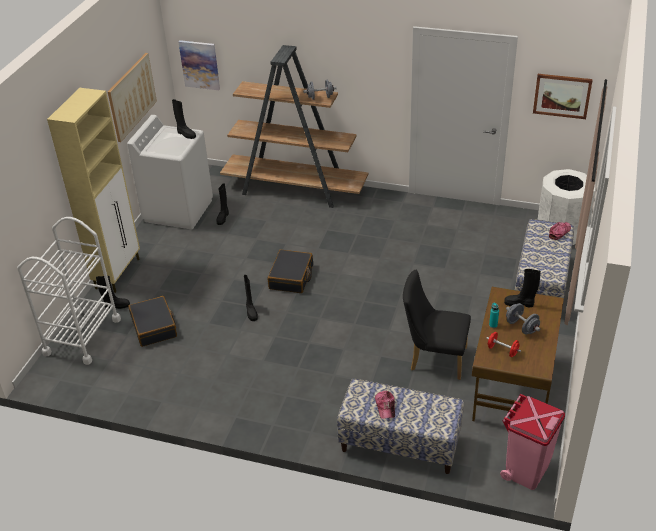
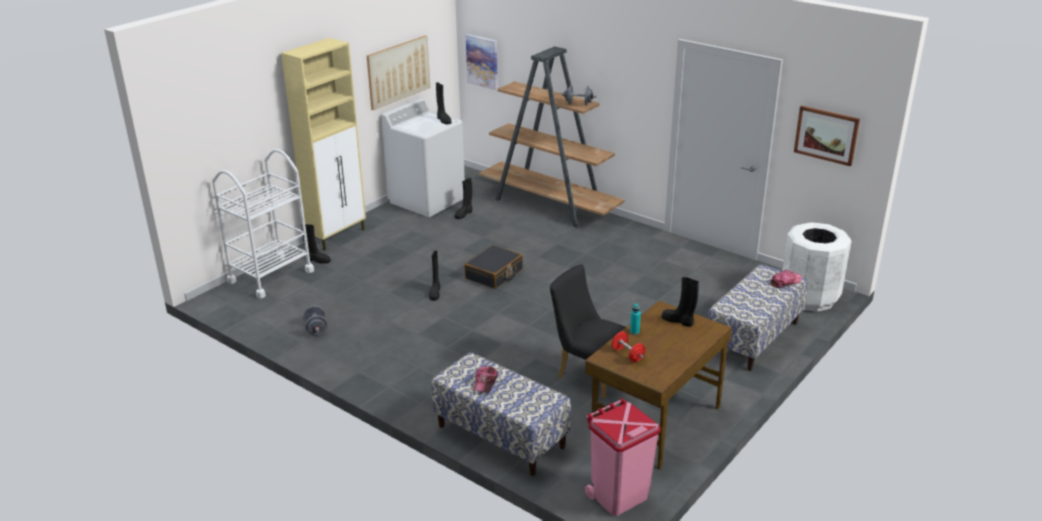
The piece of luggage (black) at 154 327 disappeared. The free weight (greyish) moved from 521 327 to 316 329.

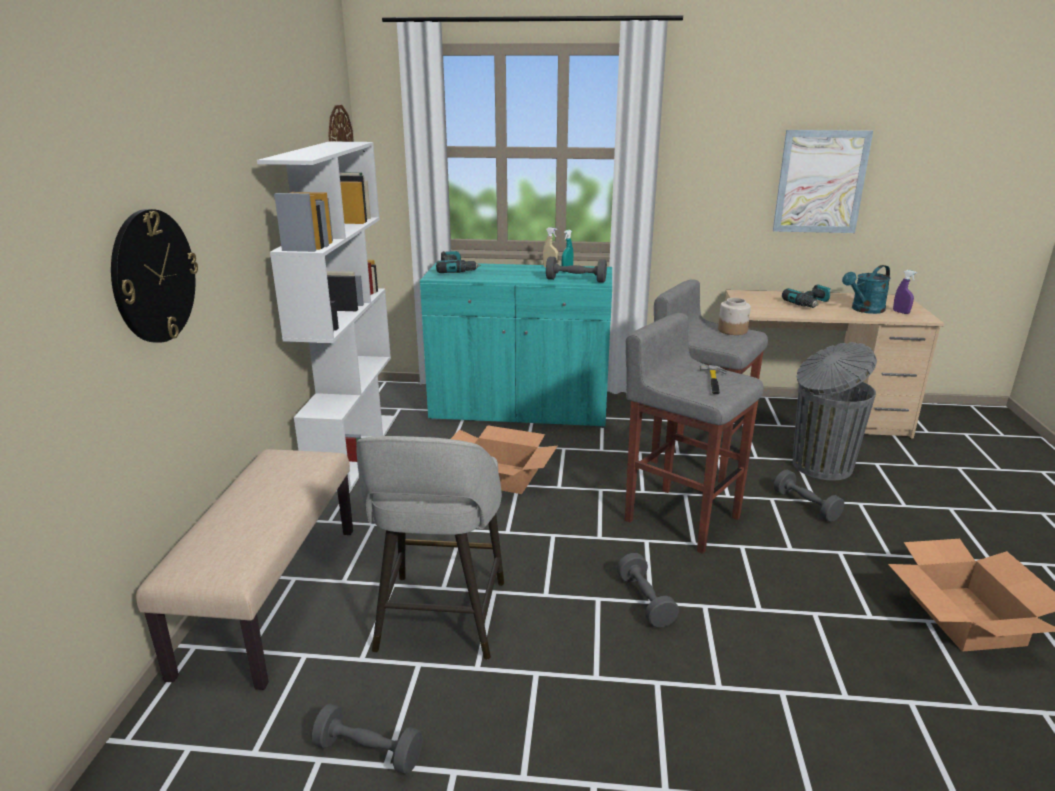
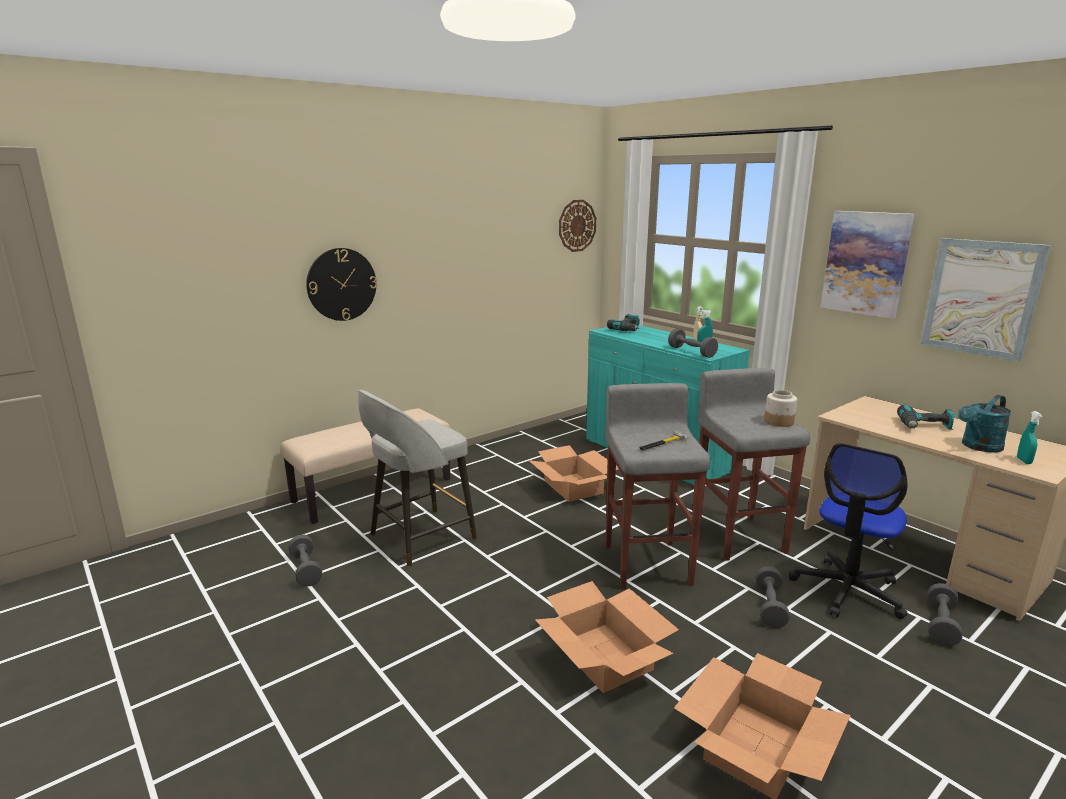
The bookcase (white-coloured) at 353 450 disappeared. The watering pot (turquoise-coloured) at 864 310 turned 45 degrees counterclockwise. The hand sprayer (purple-coloured) at 901 312 became the hand sprayer (turquoise-coloured) at 1024 461. The trash can (greyish) at 820 466 was replaced by the office chair at 847 590. The free weight (greyish) moved from 645 601 to 941 624. The picture at 865 263 appeared. The cardboard box at 604 656 appeared.

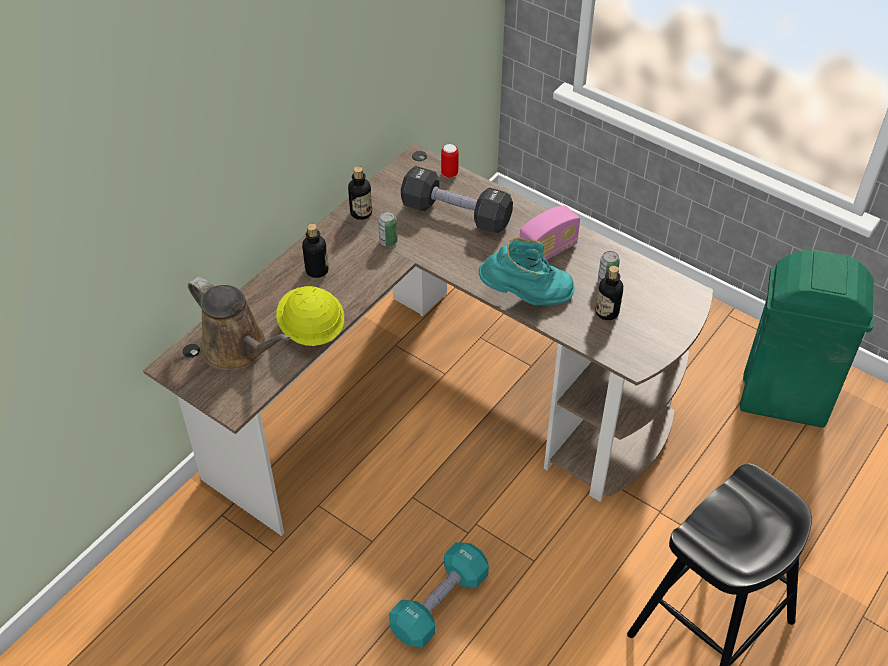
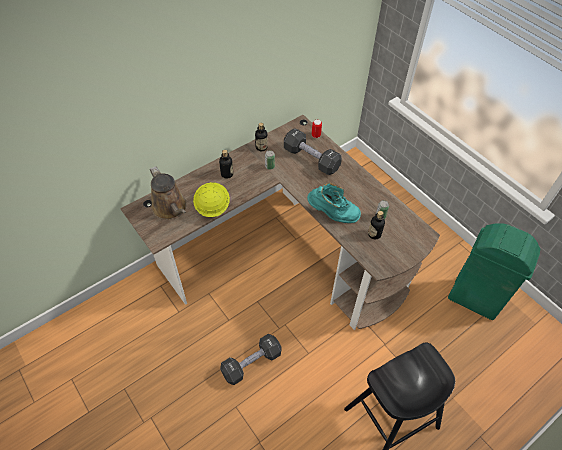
The radio receiver at 547 251 disappeared. The free weight (turquoise-coloured) at 439 603 became the free weight (black) at 251 363.

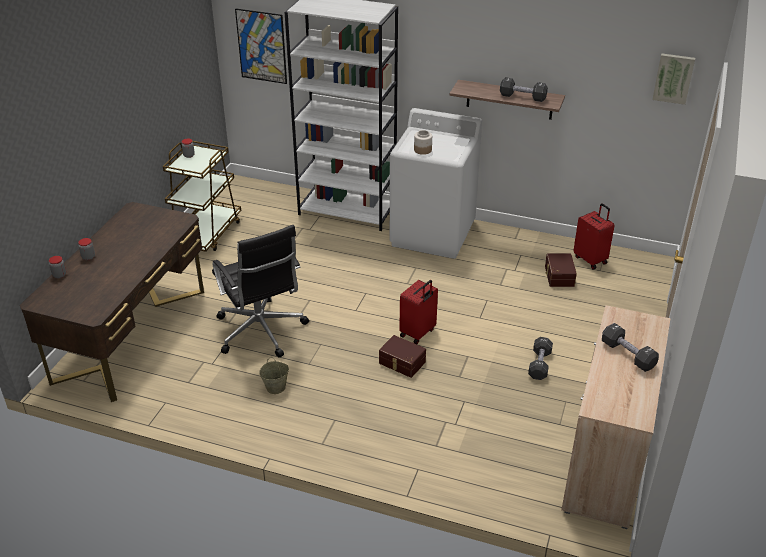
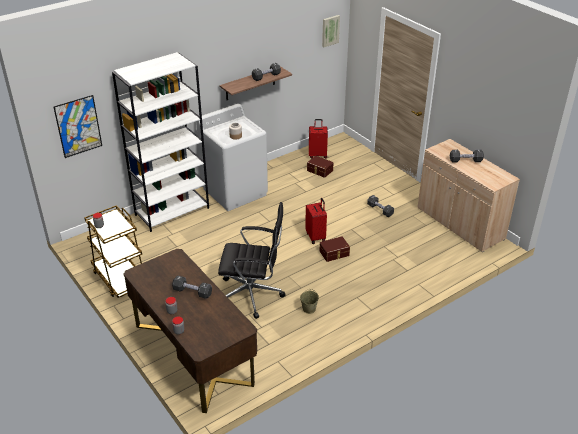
The free weight (black) at 192 292 appeared.

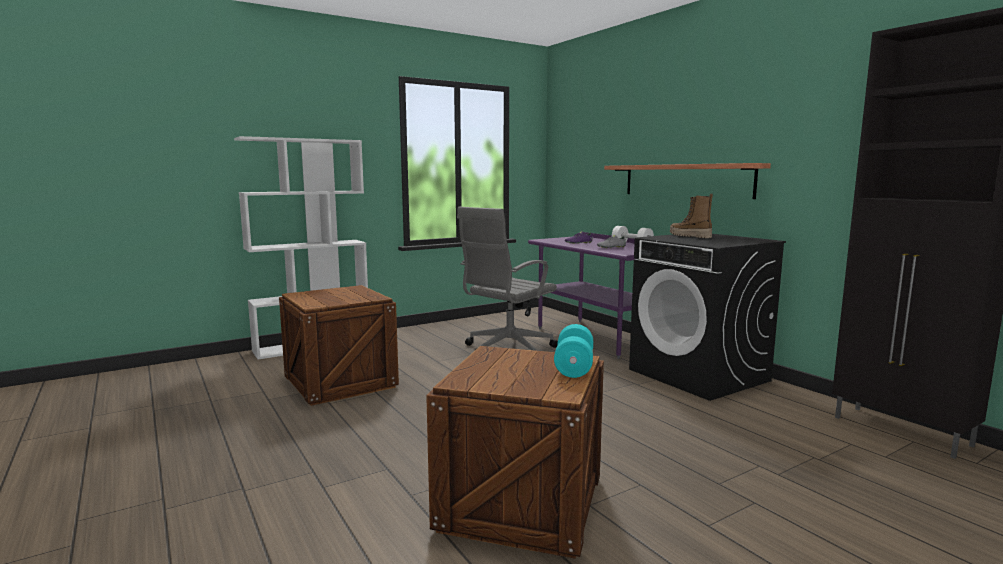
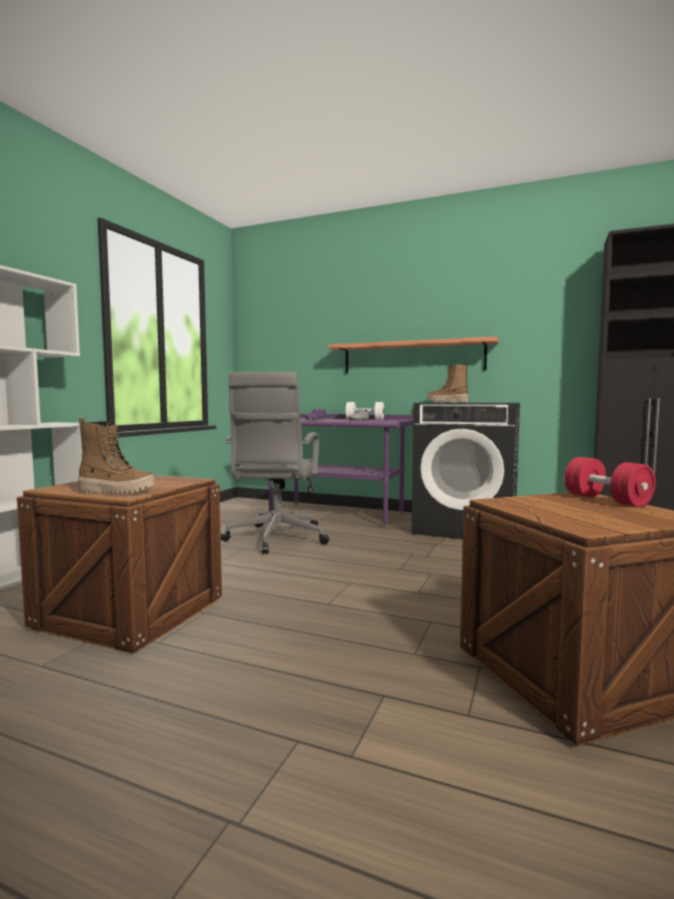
The free weight (turquoise-coloured) at 574 367 became the free weight (red) at 606 500. The high-top boot at 117 491 appeared.

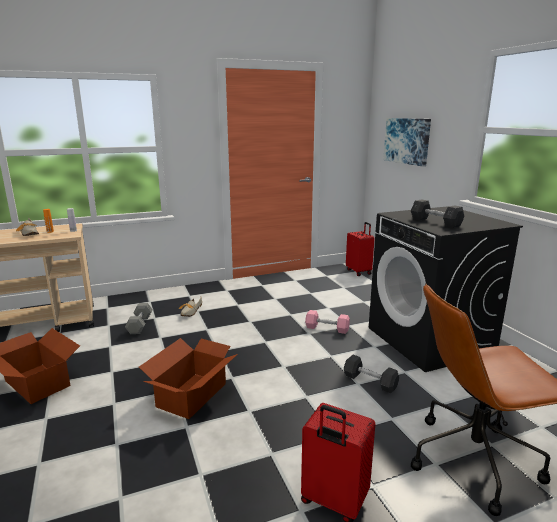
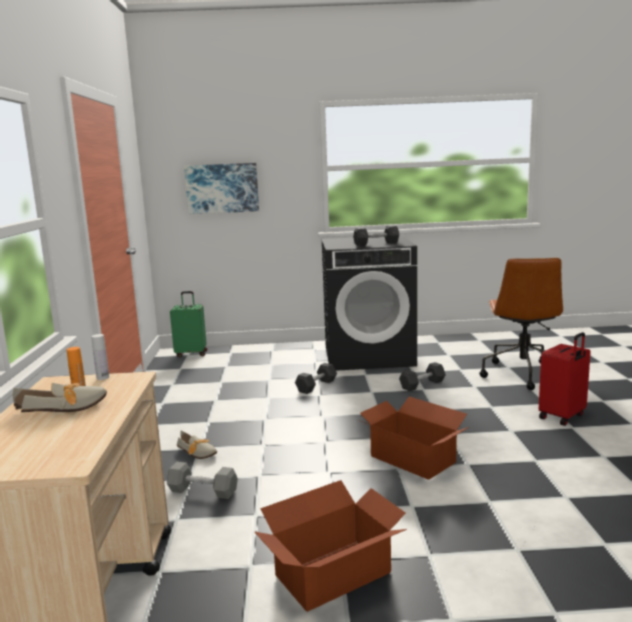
The piece of luggage (red) at 359 272 became the piece of luggage (green-coloured) at 191 354. The free weight (pink) at 327 328 became the free weight (greyish) at 316 386.

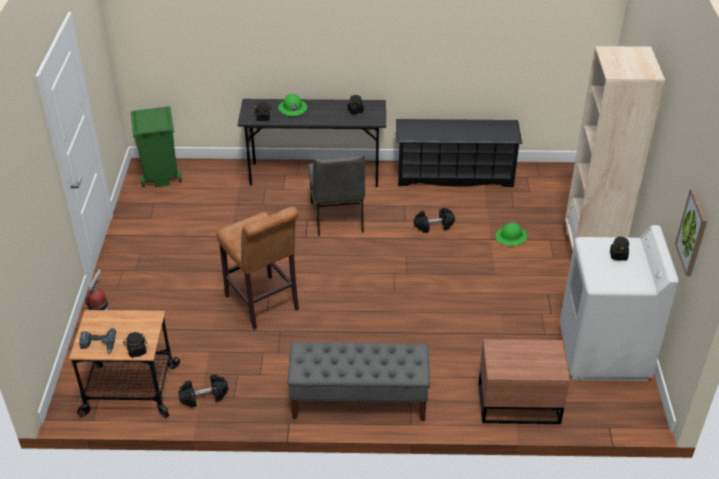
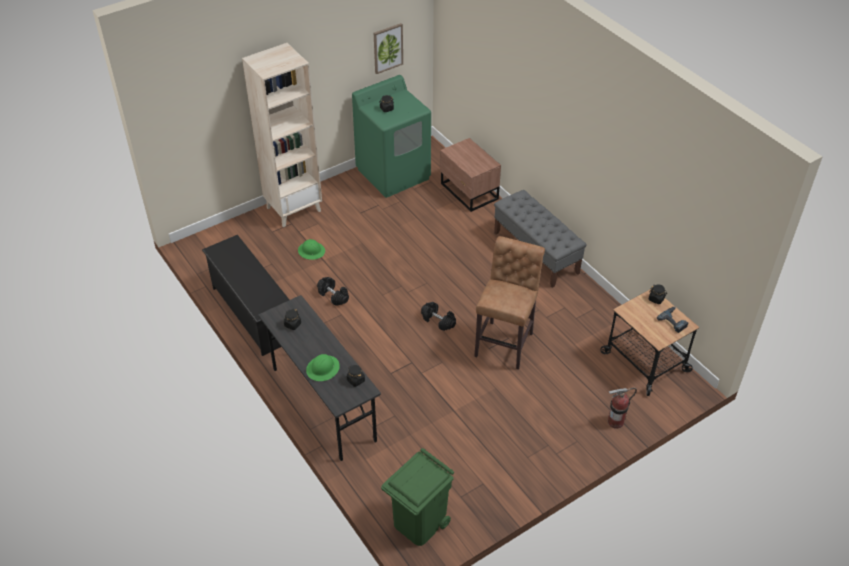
The plain chair (greyish) at 337 218 disappeared. The laundry appliance (white-coloured) at 603 352 became the laundry appliance (green-coloured) at 393 174. The free weight (black) moved from 204 396 to 438 321.

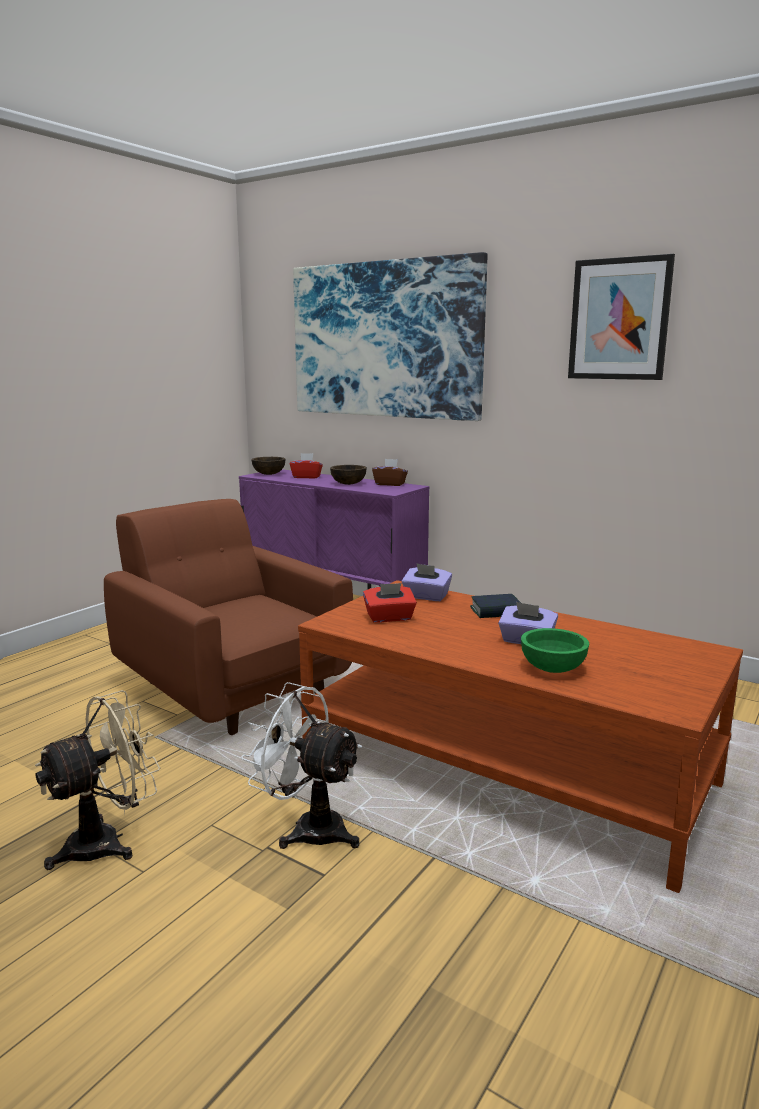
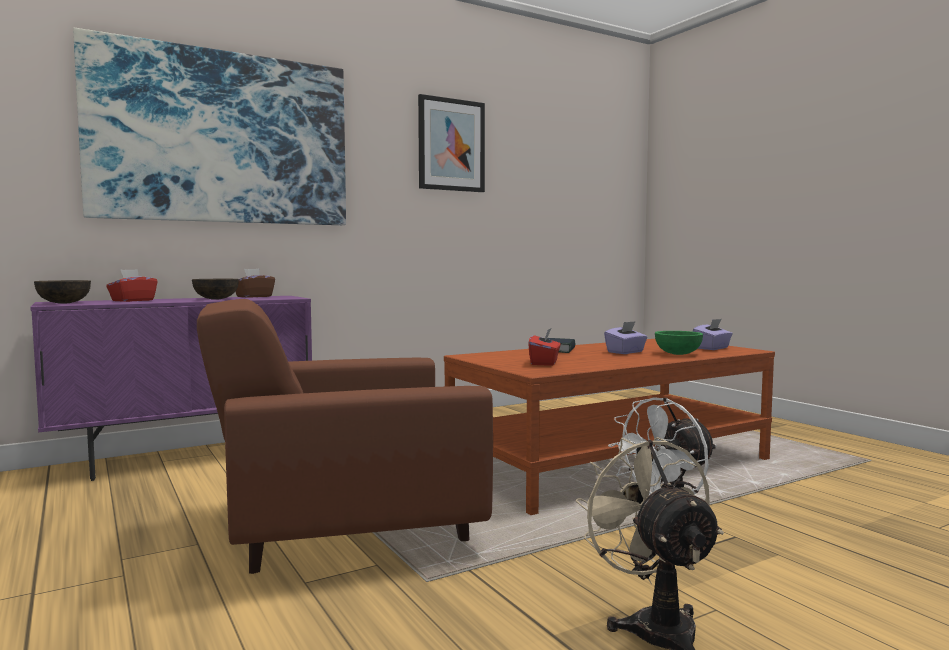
The box of tissues (purple-coloured) moved from 426 597 to 712 348.

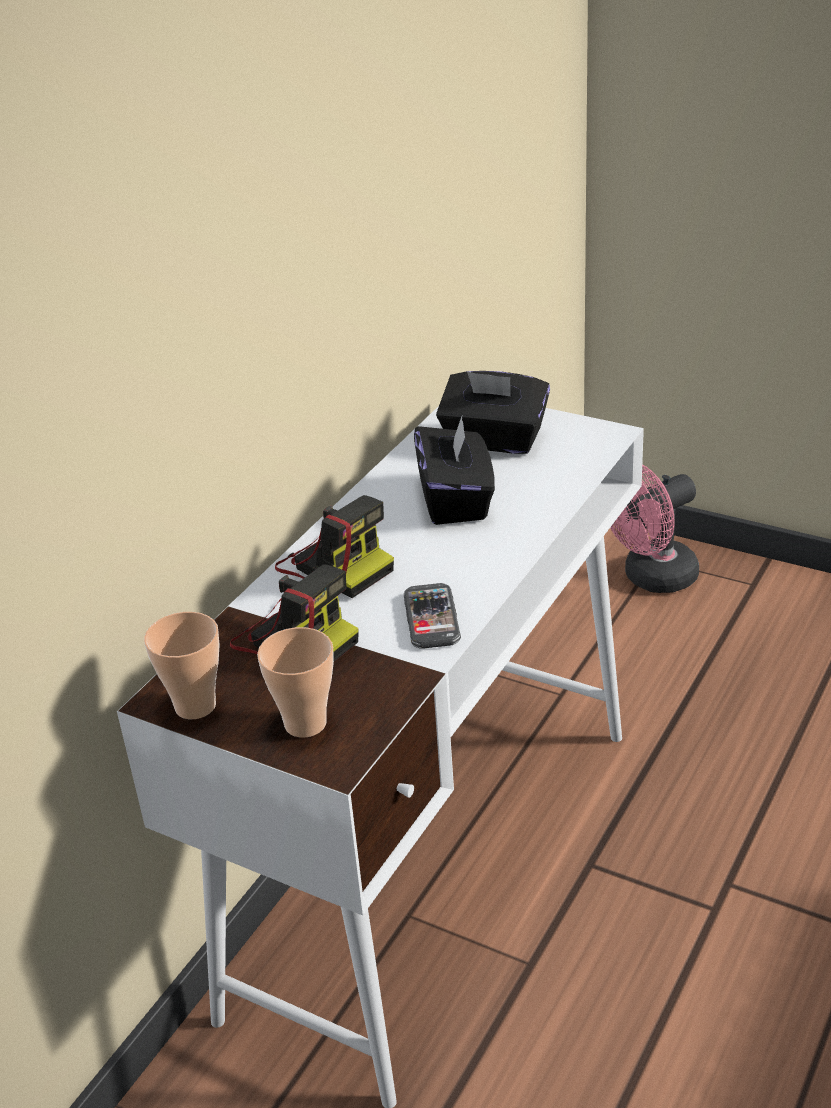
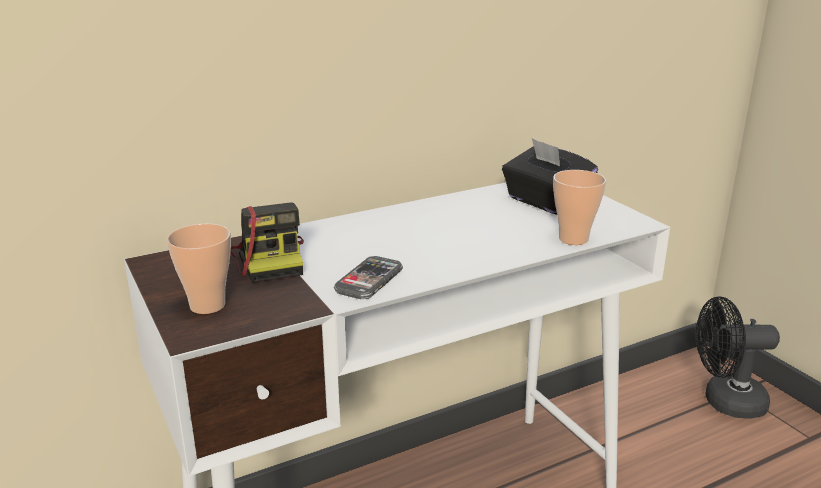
The box of tissues (black) at 456 500 disappeared. The electric fan (pink) at 651 578 became the electric fan (black) at 725 402. The photo camera at 335 565 disappeared. The small cup moved from 195 706 to 573 239.

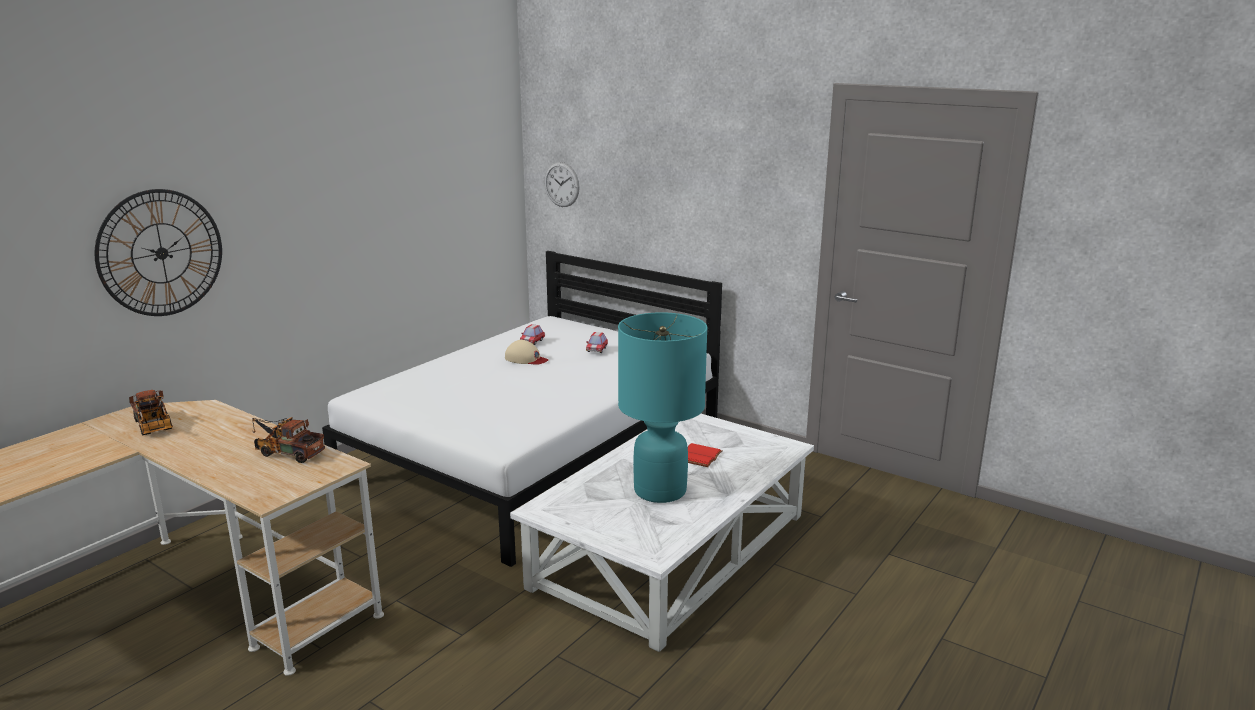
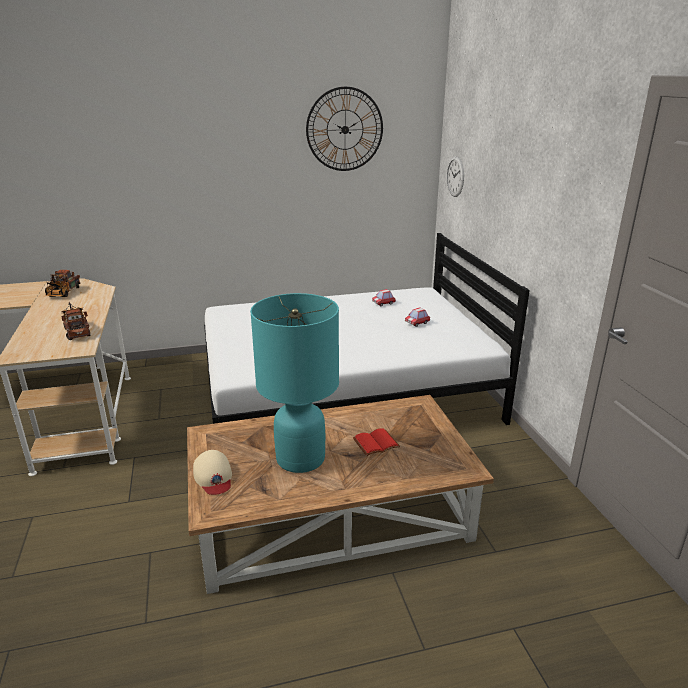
The hanging clock moved from 161 253 to 345 129. The cap (sand-coloured) moved from 526 359 to 213 476. The low table (white-coloured) at 671 549 became the low table (brownish) at 332 512.

